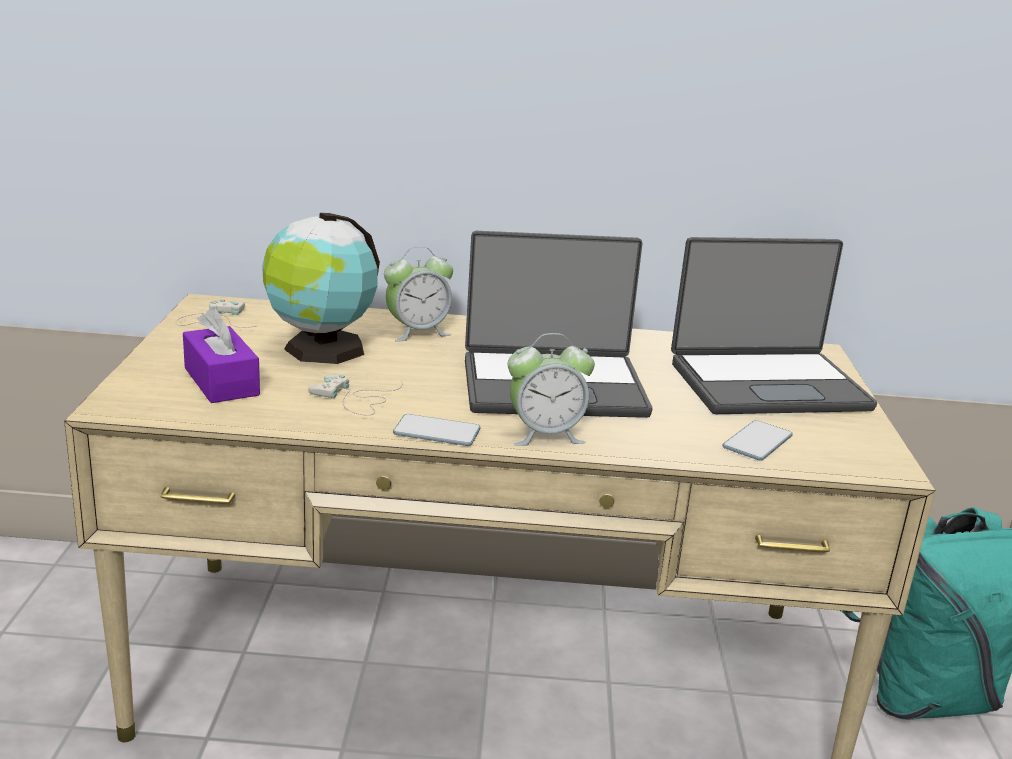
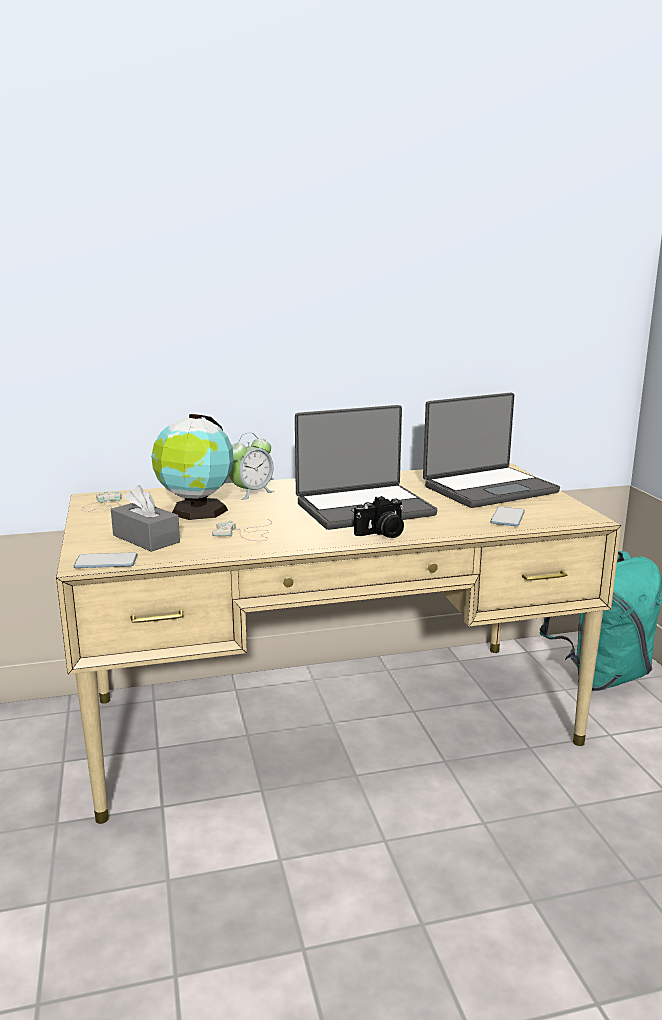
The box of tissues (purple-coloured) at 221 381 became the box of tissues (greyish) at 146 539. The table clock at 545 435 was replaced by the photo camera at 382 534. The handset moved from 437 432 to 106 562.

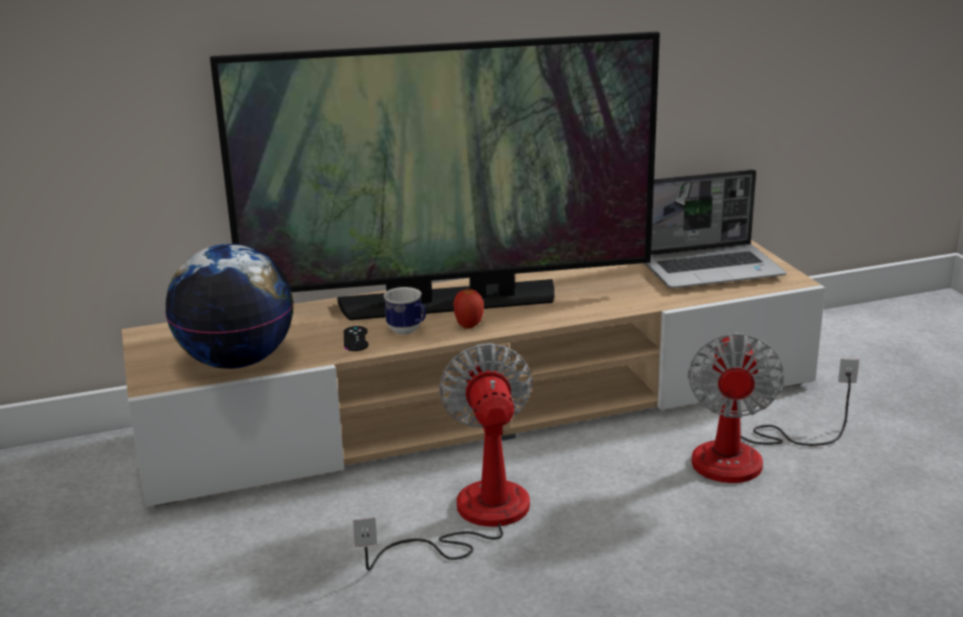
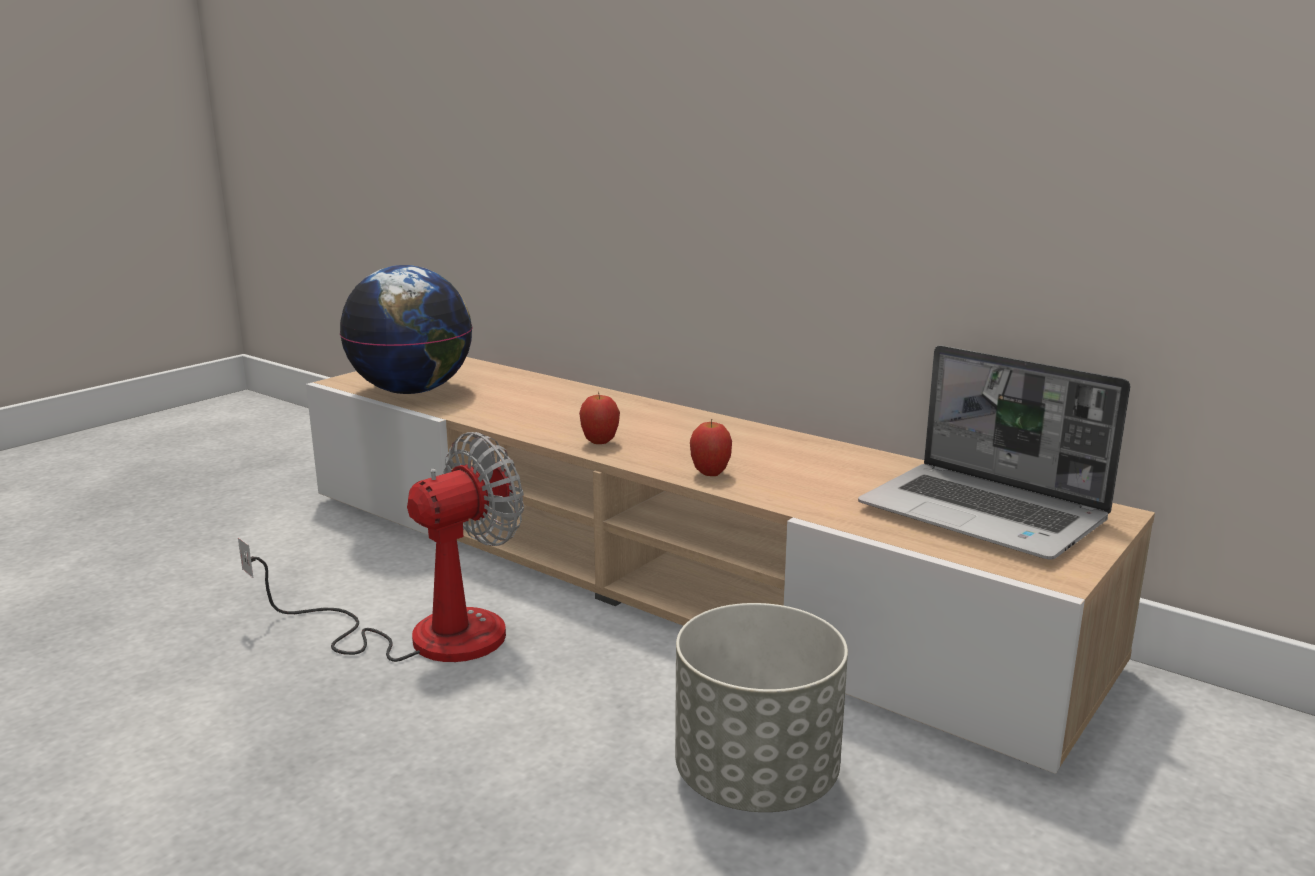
The television at 449 302 disappeared. The mug at 408 331 disappeared. The game controller (black) at 355 339 disappeared. The electric fan at 748 456 was replaced by the flower pot (greyish) at 757 780. The apple fruit at 710 474 appeared.

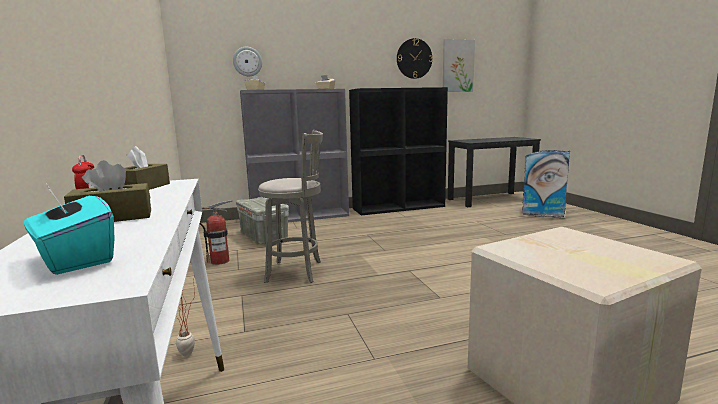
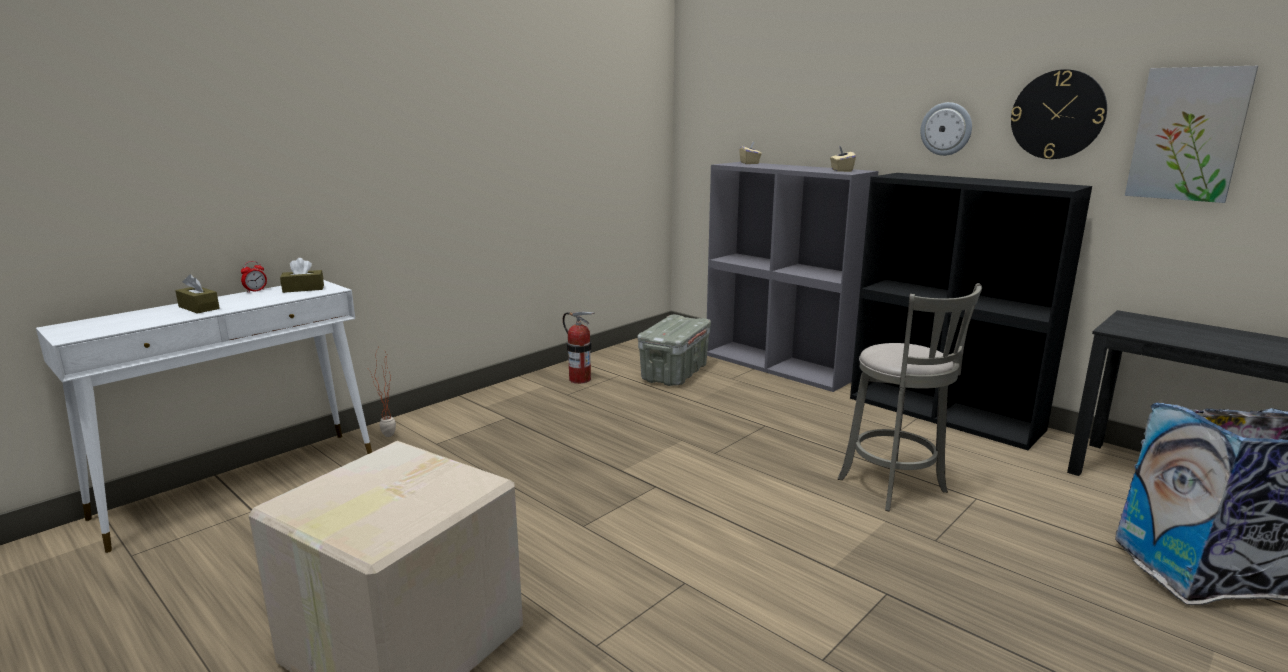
The hanging clock moved from 247 61 to 946 129. The sitting stool (greyish) moved from 297 271 to 895 488. The box of tissues (turquoise-coloured) at 74 259 disappeared.

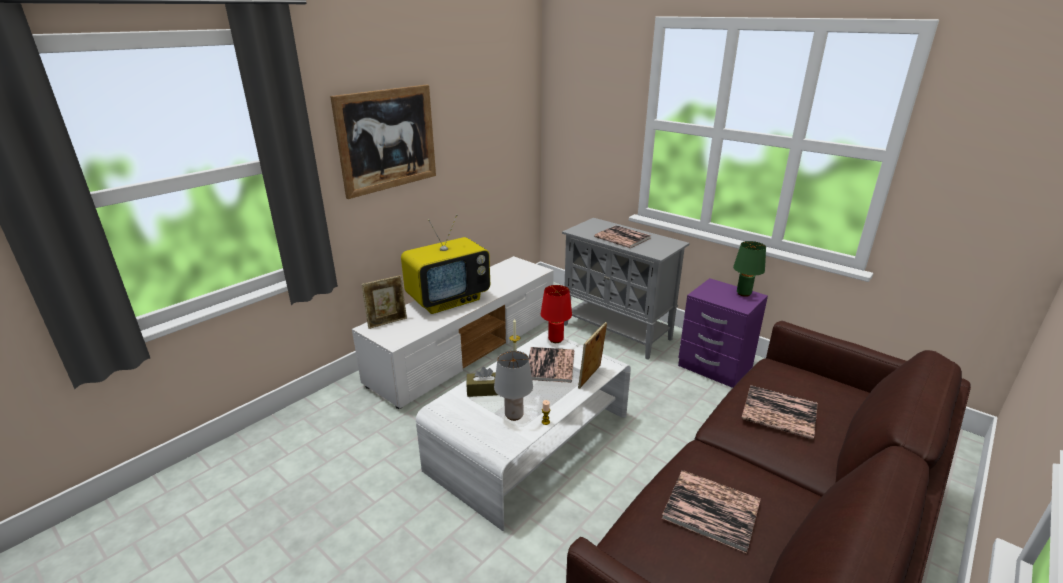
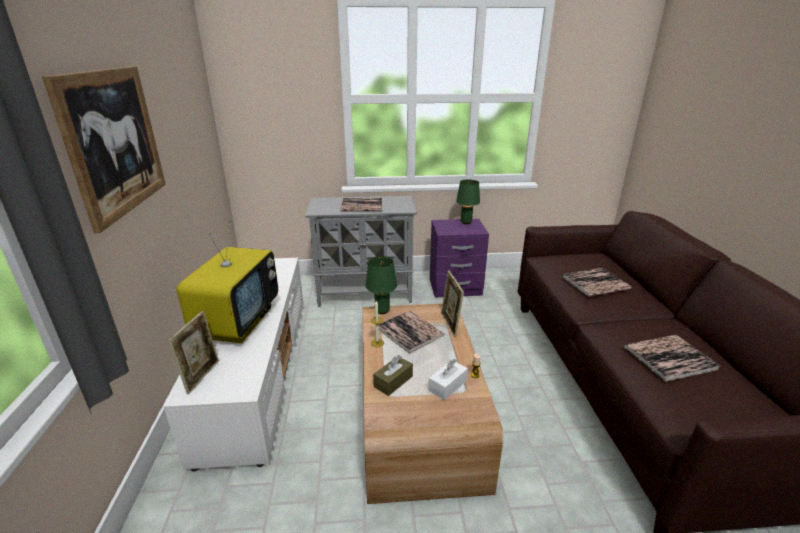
The lamp for a table (red) at 555 340 became the lamp for a table (green-coloured) at 382 311. The low table (white-coloured) at 530 442 became the low table (brownish) at 418 411. The lamp for a table (greyish) at 514 415 was replaced by the box of tissues (white-coloured) at 447 385.

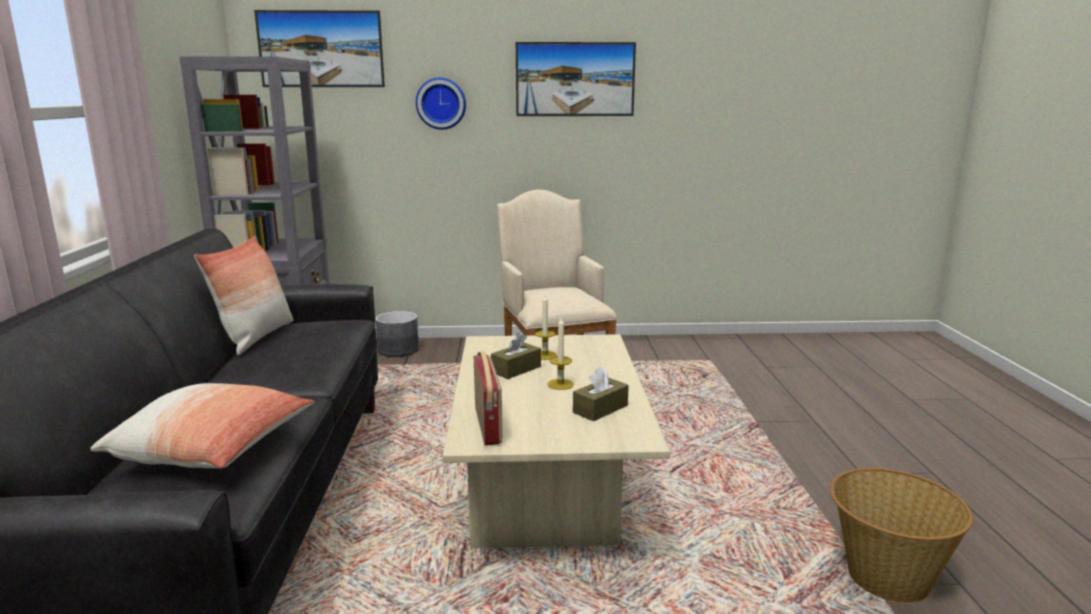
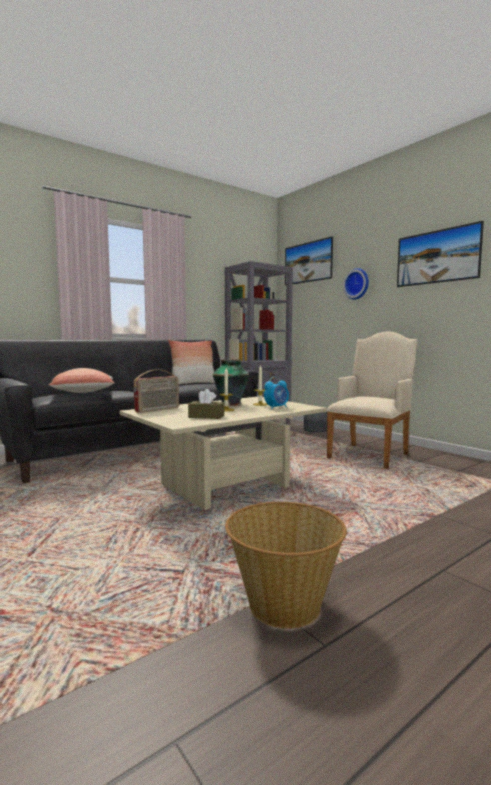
The box of tissues (brownish) at 516 369 was replaced by the decorative vase at 231 404. The table clock at 276 407 appeared.

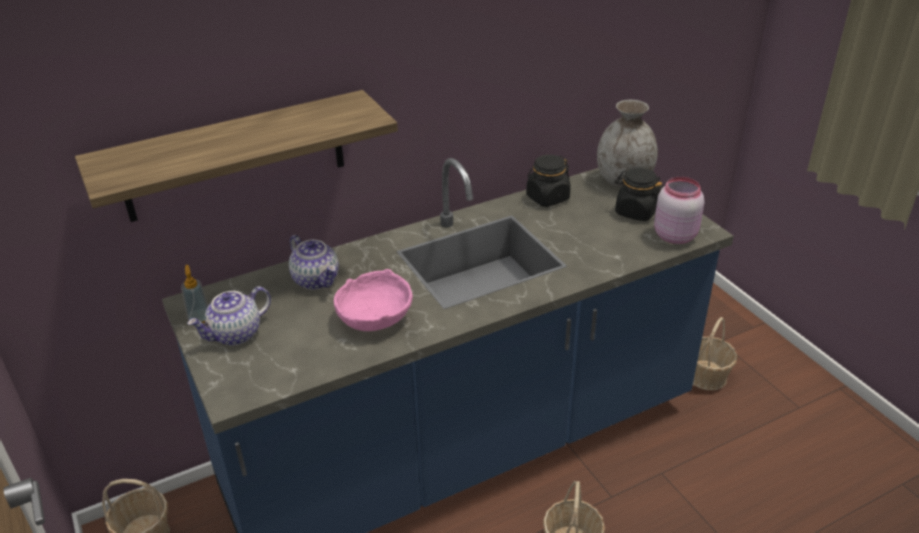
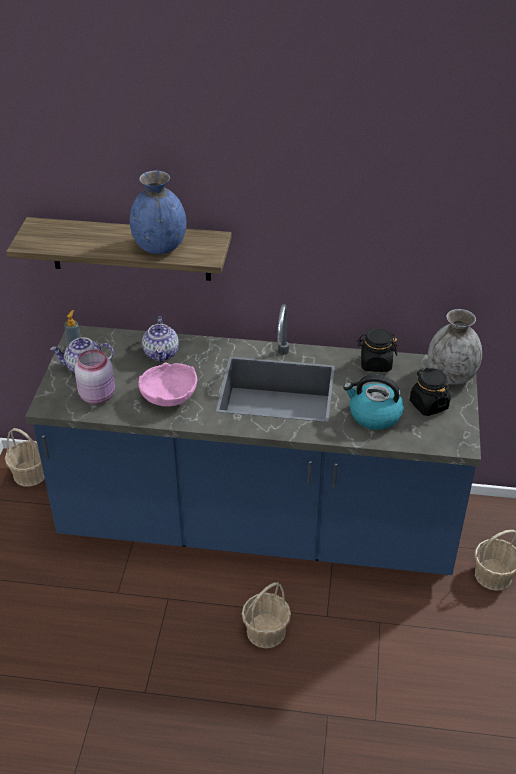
The preserve jar (pink) moved from 675 235 to 98 395. The decorative vase (bluish) at 160 247 appeared. The water kettle at 374 415 appeared.

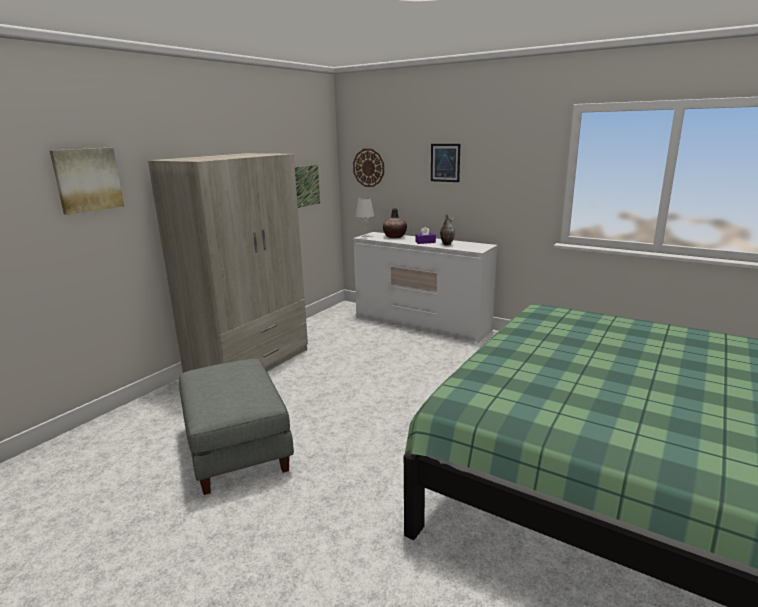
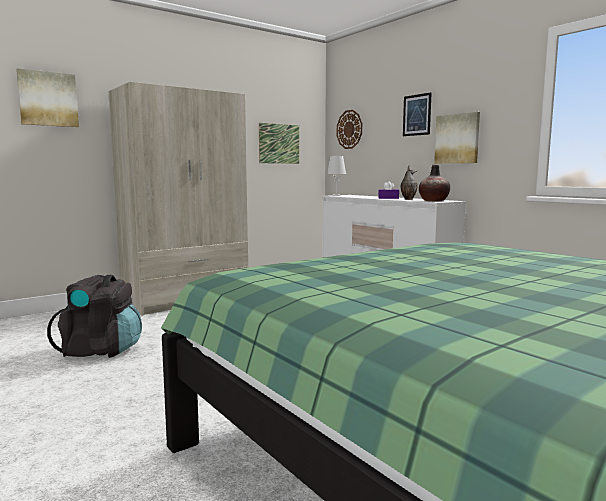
The decorative vase moved from 394 237 to 433 201. The footrest (greyish) at 235 448 was replaced by the knapsack (black) at 101 350. The picture at 457 139 appeared.

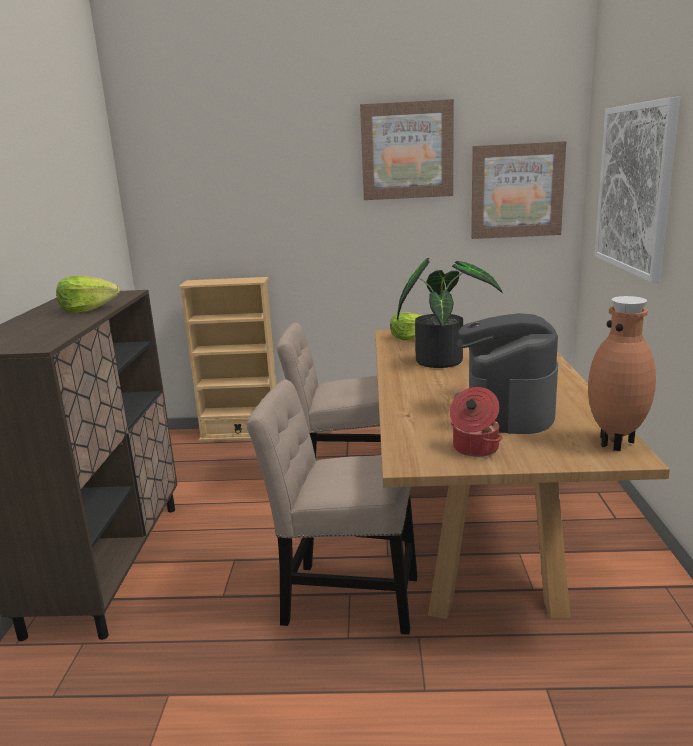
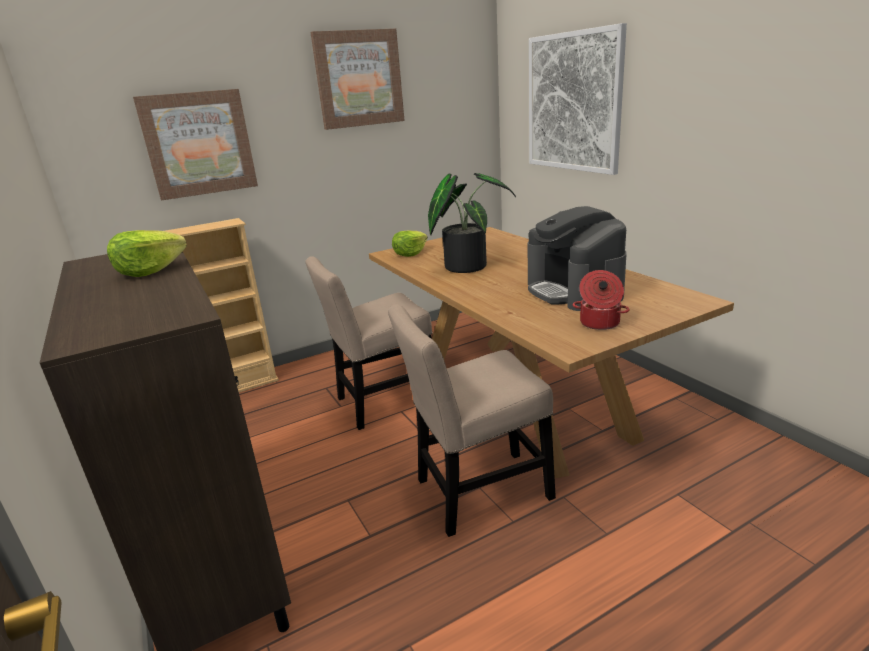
The picture moved from 516 190 to 199 144. The decorative vase (brownish) at 617 443 disappeared.

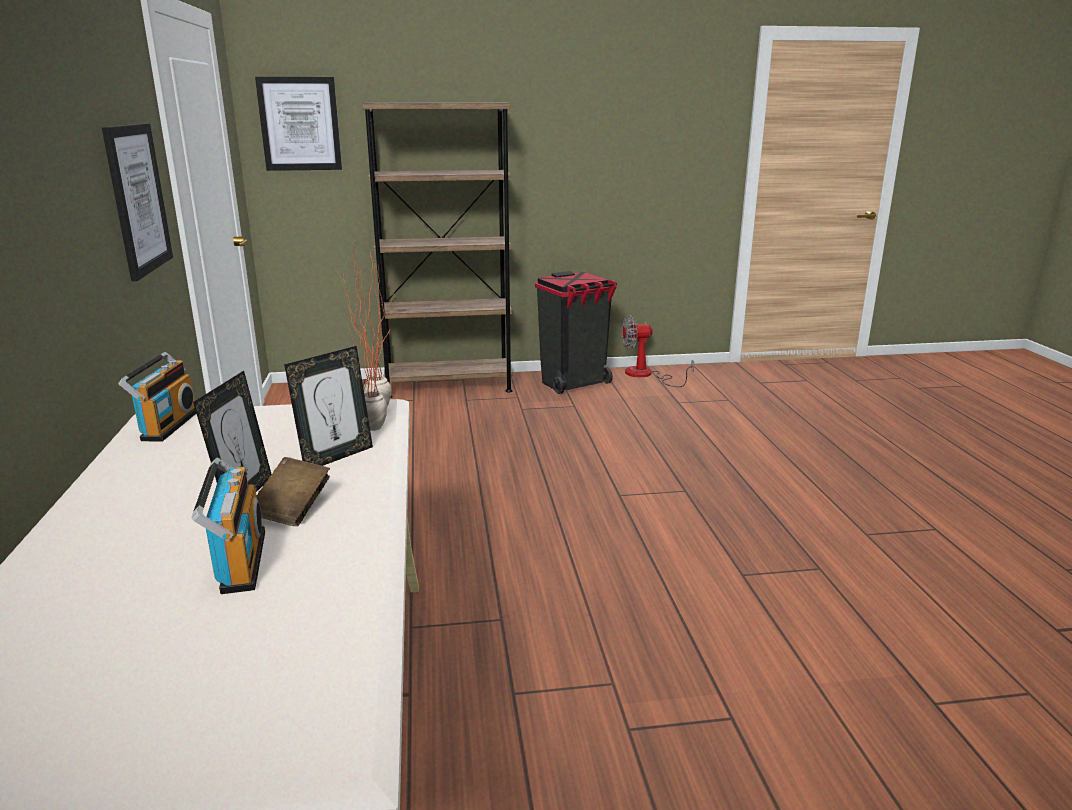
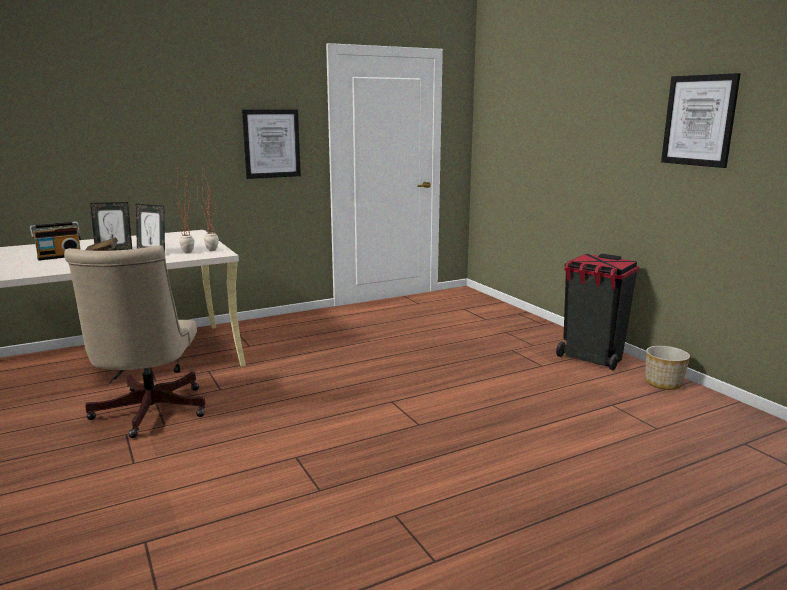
The picture moved from 300 124 to 699 120. The bookcase (brownish) at 448 385 disappeared. The electric fan at 646 375 was replaced by the flower pot at 663 383. The radio receiver at 166 425 disappeared. The office chair (sand-coloured) at 148 414 appeared.

